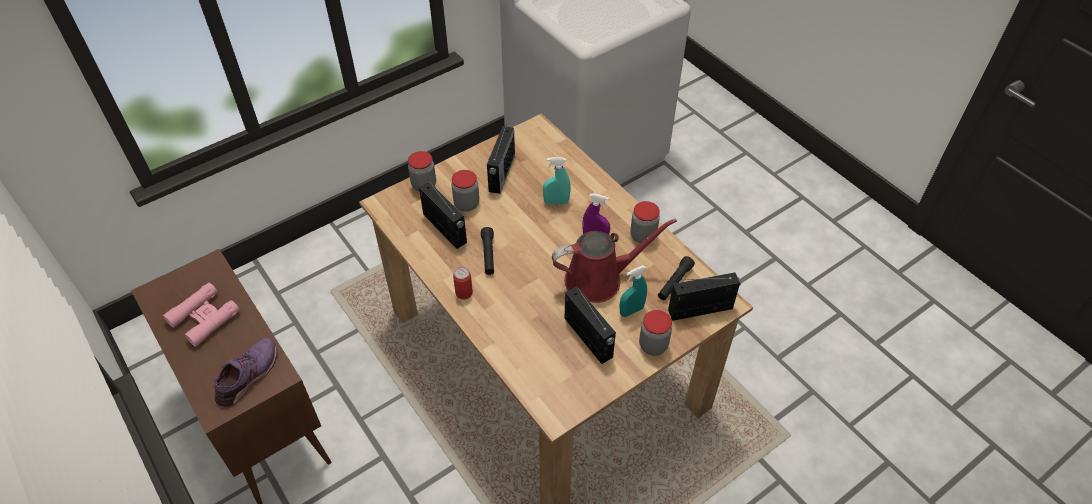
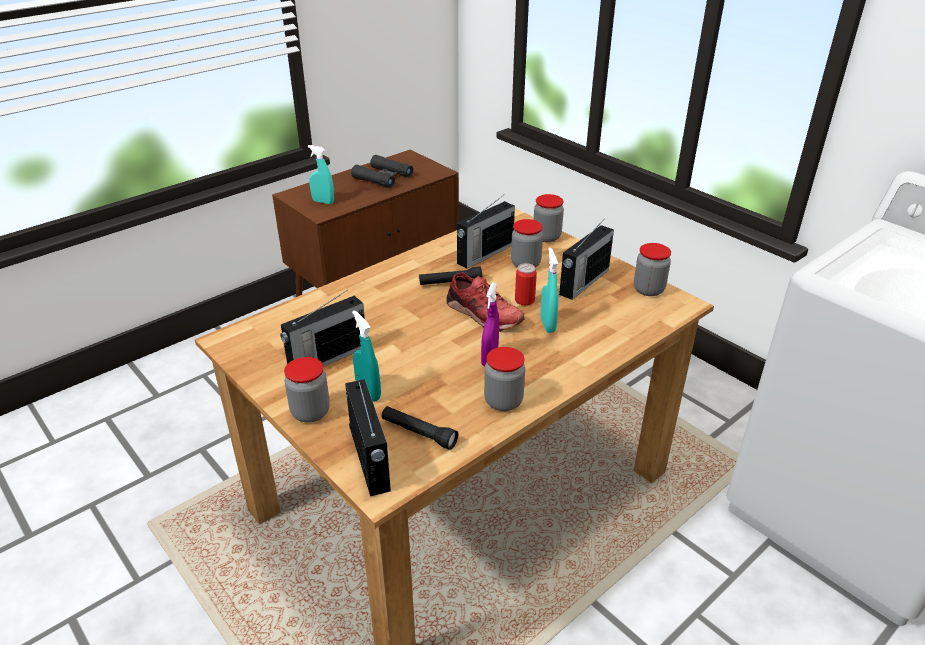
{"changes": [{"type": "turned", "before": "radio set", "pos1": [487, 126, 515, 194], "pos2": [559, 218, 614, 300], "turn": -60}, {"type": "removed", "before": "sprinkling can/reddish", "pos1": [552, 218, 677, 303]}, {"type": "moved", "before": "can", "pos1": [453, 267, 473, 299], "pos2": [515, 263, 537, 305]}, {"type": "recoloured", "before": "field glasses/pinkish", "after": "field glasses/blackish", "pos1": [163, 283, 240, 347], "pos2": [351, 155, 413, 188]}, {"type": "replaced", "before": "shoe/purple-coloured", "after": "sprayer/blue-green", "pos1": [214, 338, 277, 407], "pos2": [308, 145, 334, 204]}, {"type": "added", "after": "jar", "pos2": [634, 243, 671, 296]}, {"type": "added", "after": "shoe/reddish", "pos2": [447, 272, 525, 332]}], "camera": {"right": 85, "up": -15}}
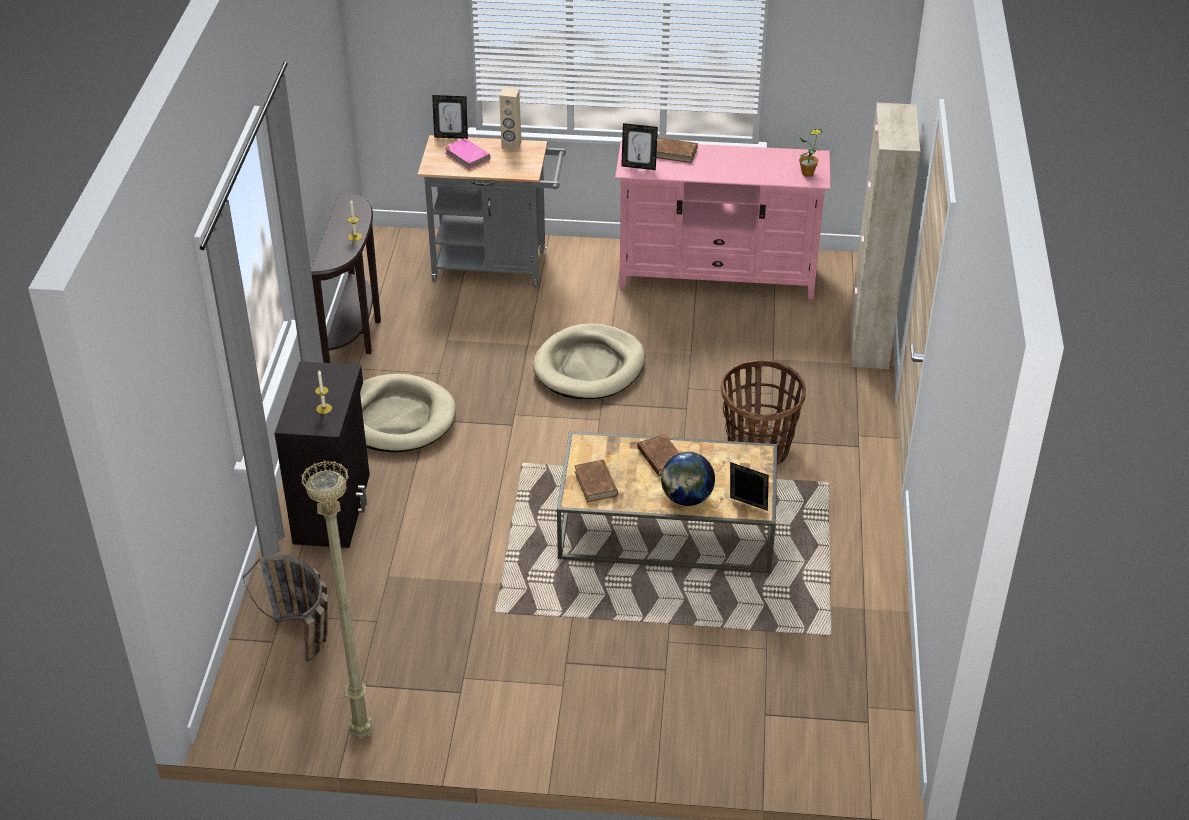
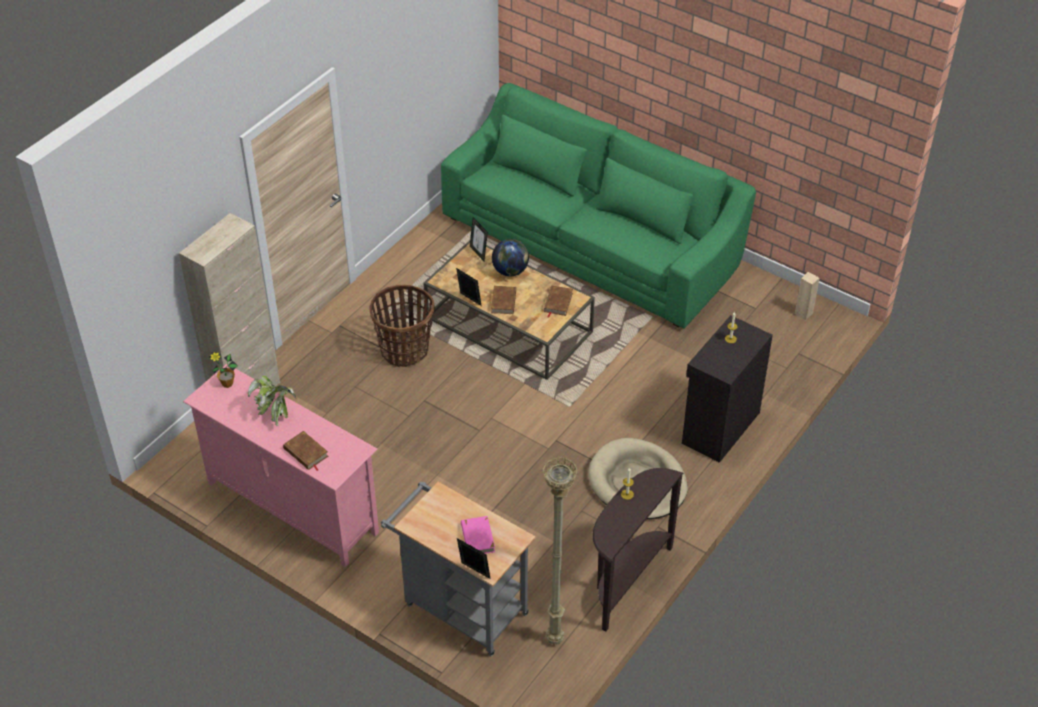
{"changes": [{"type": "moved", "before": "speaker/beige", "pos1": [499, 87, 521, 150], "pos2": [795, 272, 820, 320]}, {"type": "moved", "before": "standing frame", "pos1": [621, 123, 658, 170], "pos2": [456, 268, 482, 306]}, {"type": "removed", "before": "pet bed/beige", "pos1": [533, 323, 645, 399]}, {"type": "moved", "before": "floor lamp/beige", "pos1": [301, 460, 373, 739], "pos2": [543, 457, 578, 644]}, {"type": "removed", "before": "storage basket", "pos1": [243, 554, 328, 662]}, {"type": "added", "after": "settee/green-coloured", "pos2": [441, 83, 756, 329]}, {"type": "added", "after": "houseplant", "pos2": [248, 375, 296, 426]}], "camera": {"right": -150, "up": 5}}
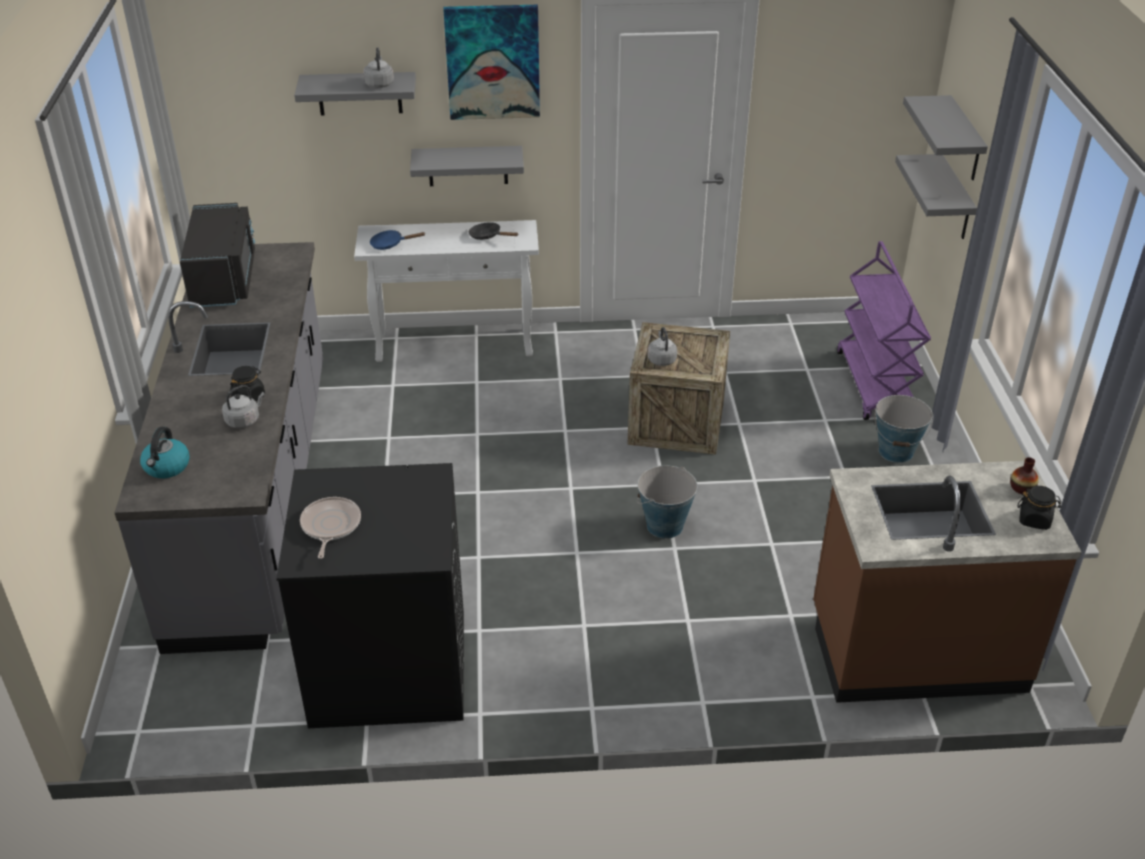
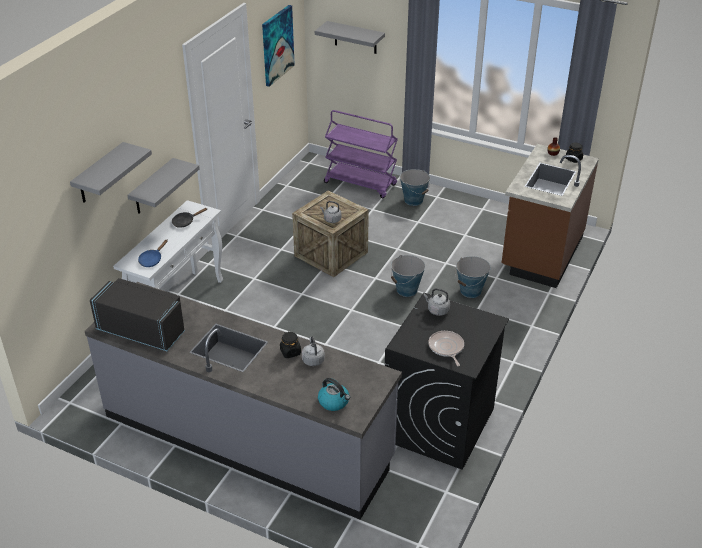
{"changes": [{"type": "moved", "before": "wall picture", "pos1": [443, 5, 540, 120], "pos2": [262, 5, 295, 87]}, {"type": "moved", "before": "kettle/greyish", "pos1": [363, 48, 394, 88], "pos2": [424, 288, 450, 316]}, {"type": "removed", "before": "bracket shelf/greyish", "pos1": [895, 154, 977, 239]}, {"type": "turned", "before": "skillet", "pos1": [300, 497, 361, 559], "pos2": [428, 331, 464, 366], "turn": 45}, {"type": "added", "after": "pail", "pos2": [455, 256, 491, 298]}], "camera": {"right": -60, "up": 0}}
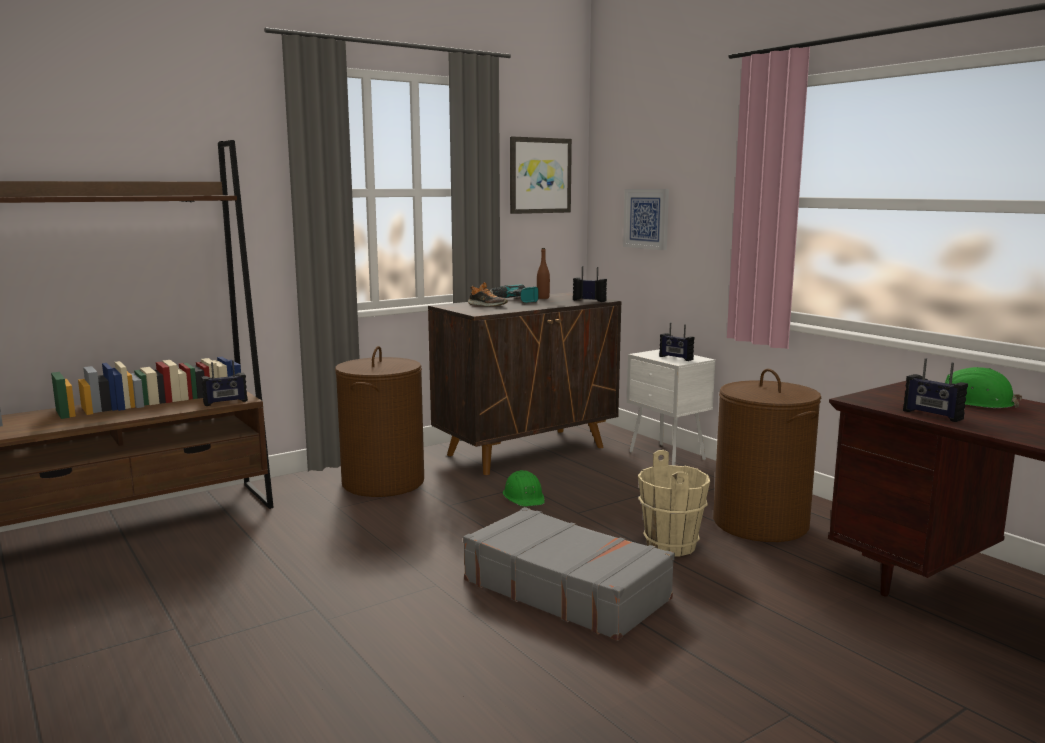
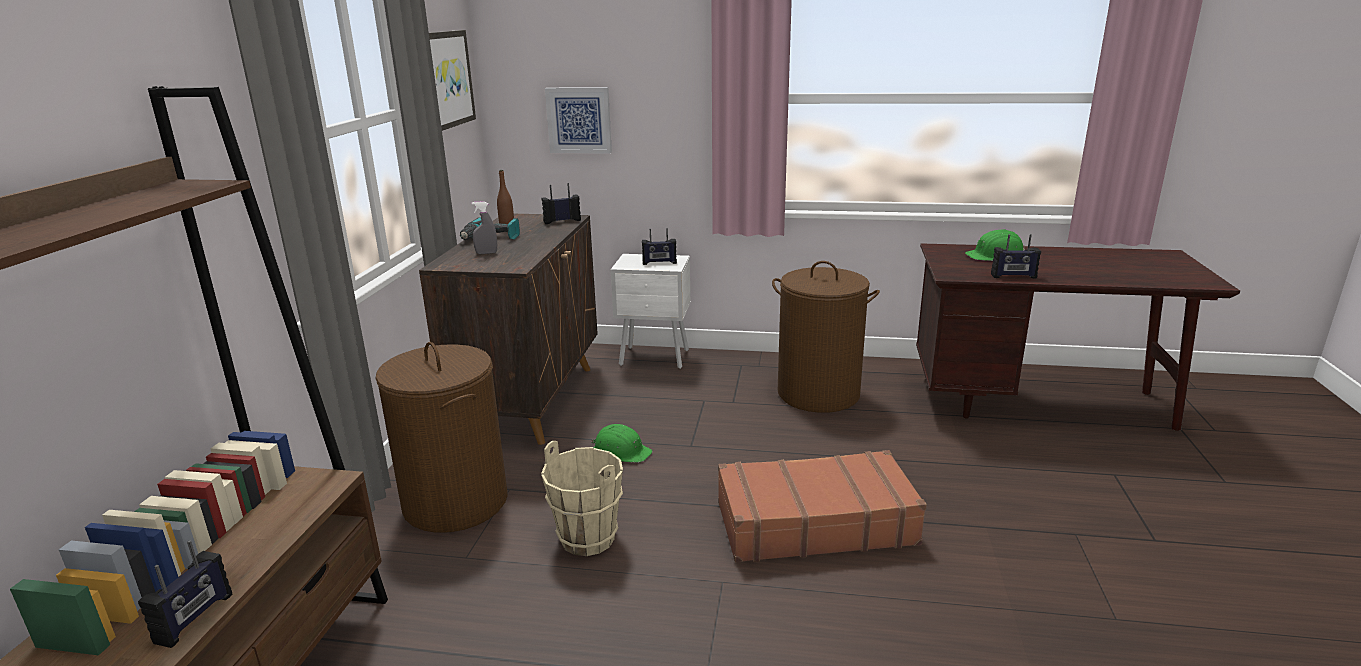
{"changes": [{"type": "replaced", "before": "shoe", "after": "sprayer/greyish", "pos1": [468, 282, 508, 306], "pos2": [472, 201, 497, 254]}, {"type": "moved", "before": "radio set", "pos1": [201, 360, 248, 406], "pos2": [138, 540, 232, 648]}, {"type": "moved", "before": "pail/beige", "pos1": [638, 450, 710, 557], "pos2": [541, 441, 623, 556]}, {"type": "recoloured", "before": "suitcase/greyish", "after": "suitcase/brown", "pos1": [463, 507, 675, 641], "pos2": [718, 450, 927, 563]}], "camera": {"right": -45, "up": 10}}
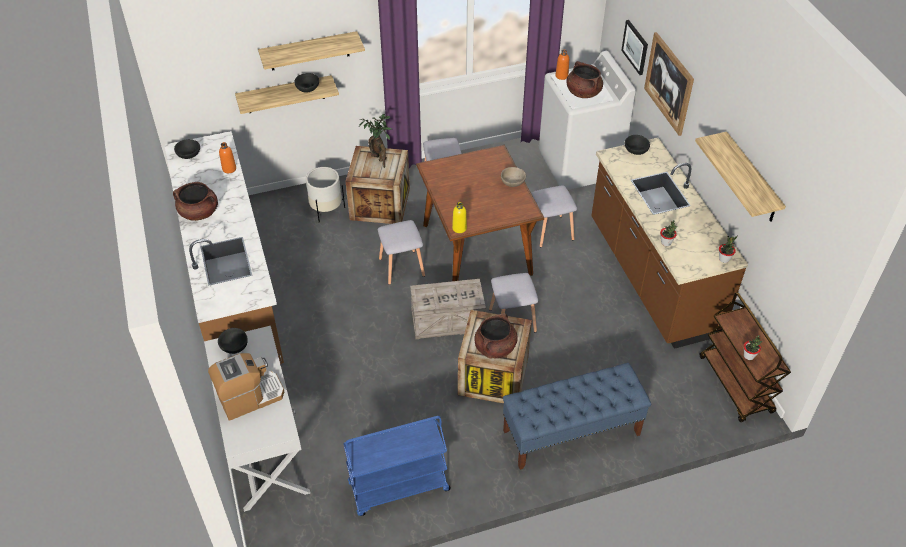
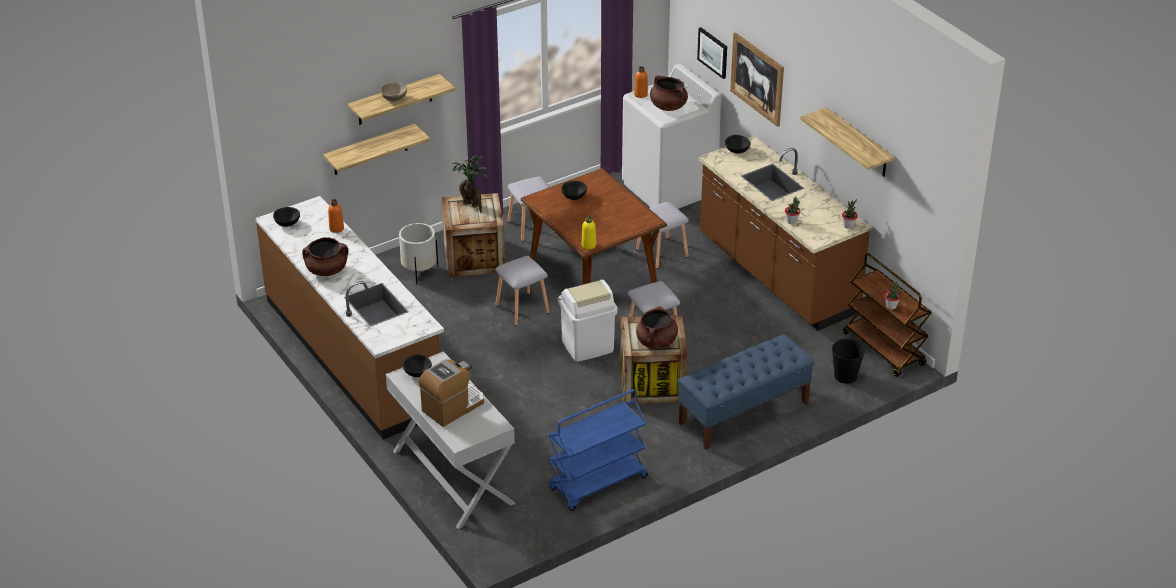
{"changes": [{"type": "moved", "before": "serving bowl/blackish", "pos1": [295, 73, 319, 93], "pos2": [561, 181, 587, 200]}, {"type": "moved", "before": "serving bowl/beige", "pos1": [501, 167, 526, 187], "pos2": [381, 82, 407, 101]}, {"type": "replaced", "before": "crate", "after": "rubbish bin/whitish", "pos1": [410, 279, 486, 339], "pos2": [558, 280, 618, 362]}, {"type": "added", "after": "pail/blackish", "pos2": [832, 338, 865, 384]}], "camera": {"right": -15, "up": -10}}
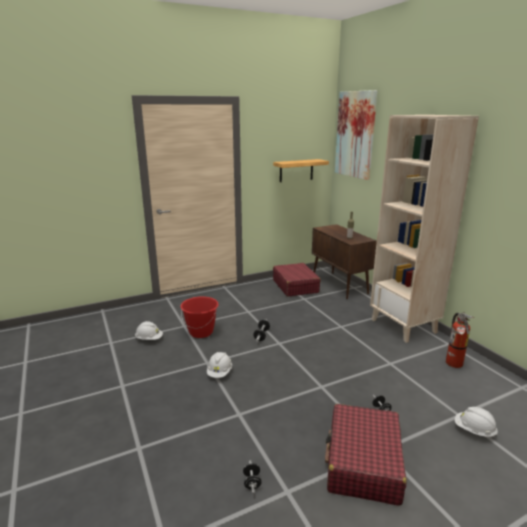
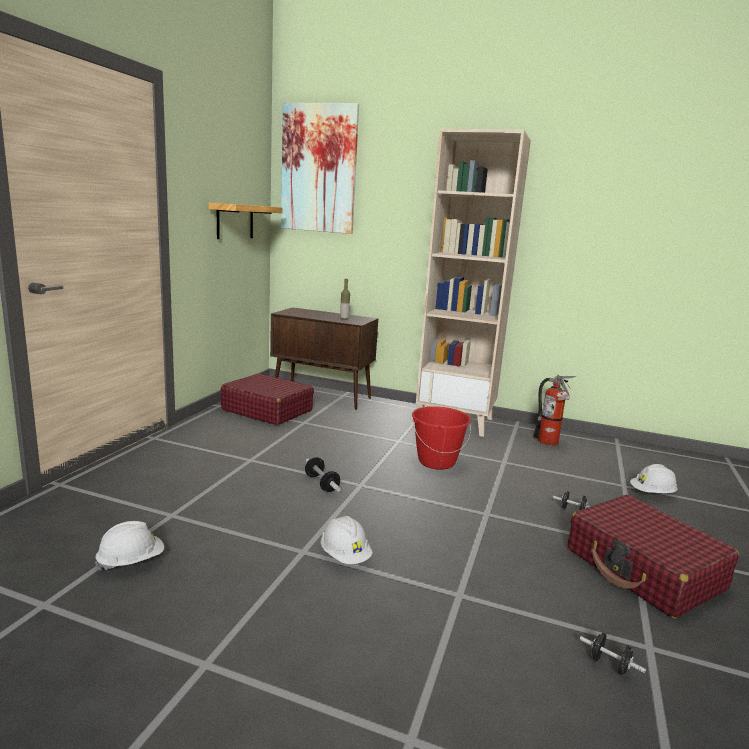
{"changes": [{"type": "moved", "before": "pail/reddish", "pos1": [180, 297, 218, 338], "pos2": [412, 406, 471, 470]}], "camera": {"right": -45, "up": -5}}
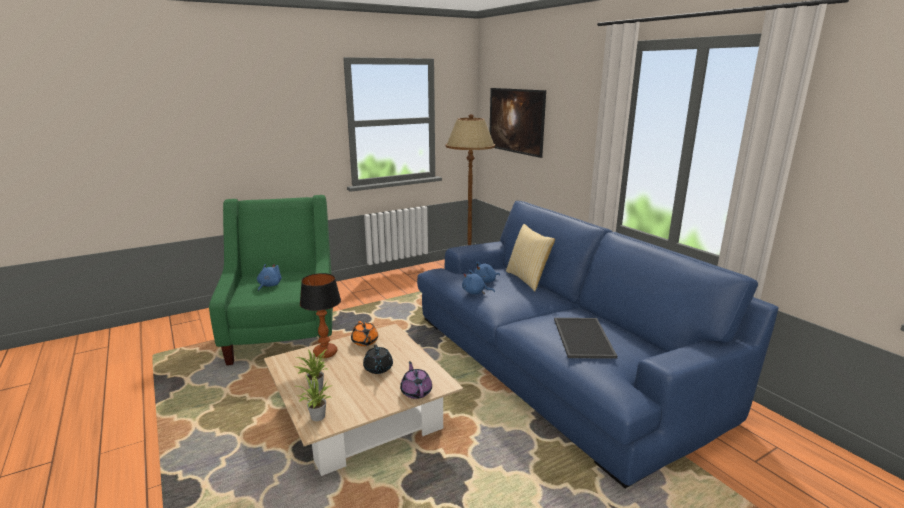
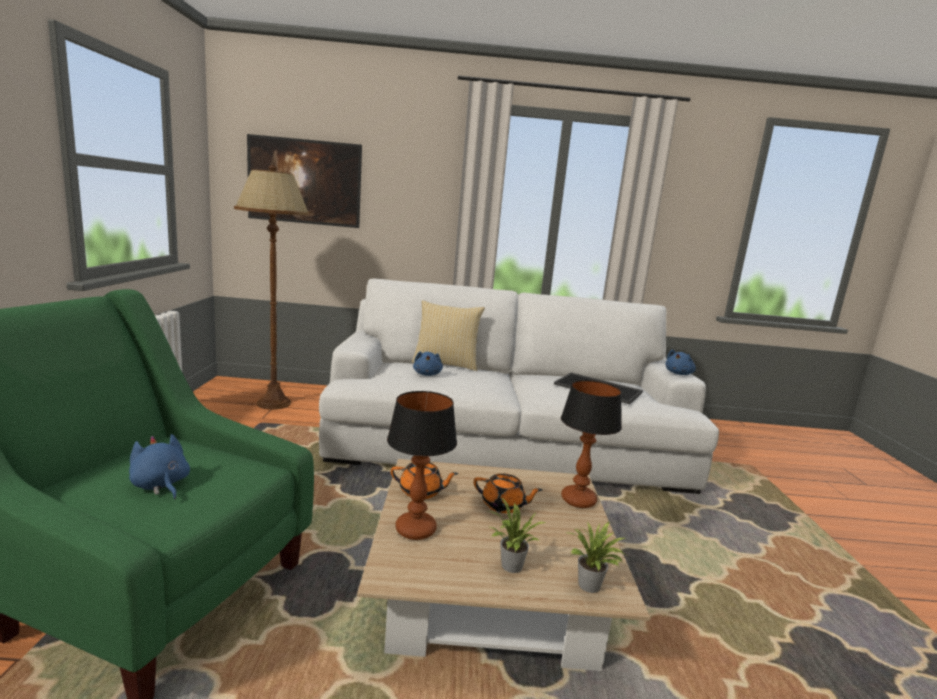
{"changes": [{"type": "recoloured", "before": "settee/bluish", "after": "settee/whitish", "pos1": [417, 201, 779, 488], "pos2": [319, 279, 719, 494]}, {"type": "moved", "before": "cuddly toy/bluish", "pos1": [462, 270, 495, 294], "pos2": [665, 349, 696, 375]}, {"type": "recoloured", "before": "teapot/blackish", "after": "teapot/orangey", "pos1": [363, 345, 393, 374], "pos2": [474, 473, 542, 513]}, {"type": "replaced", "before": "teapot/purple-coloured", "after": "lamp for a table", "pos1": [400, 361, 432, 399], "pos2": [561, 380, 622, 508]}], "camera": {"right": -60, "up": -5}}
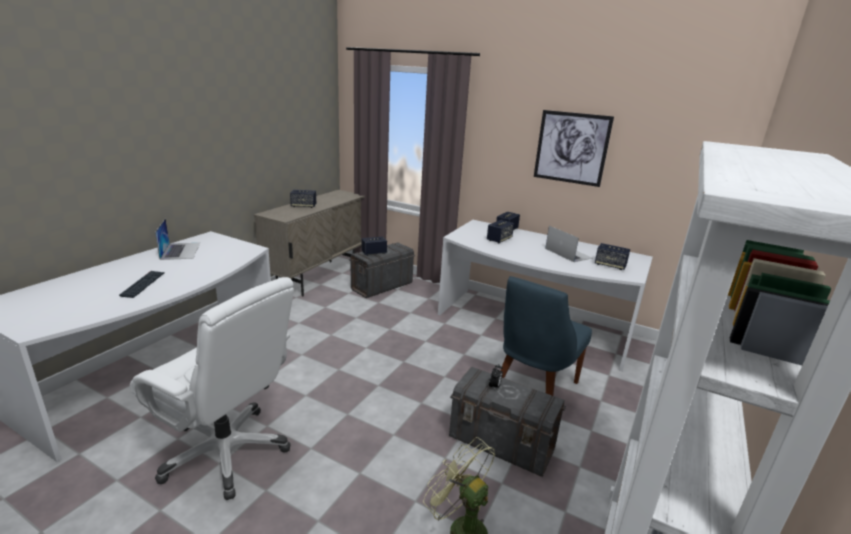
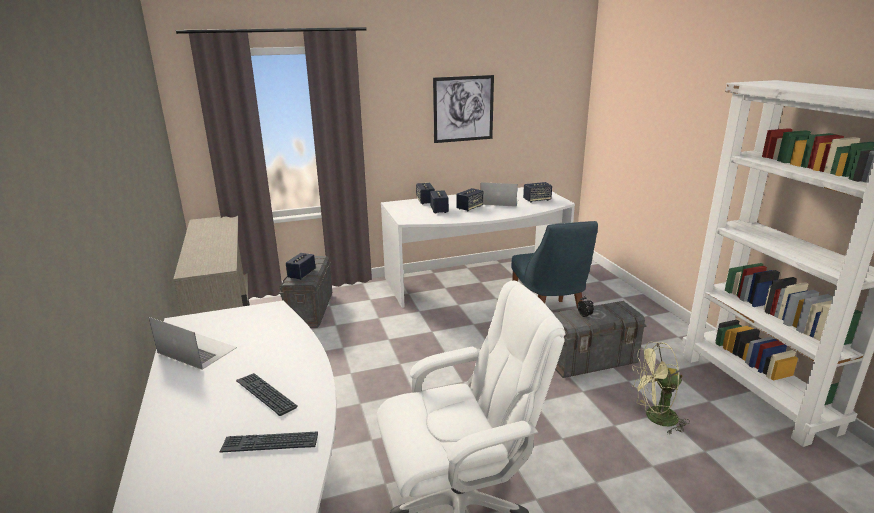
{"changes": [{"type": "moved", "before": "speaker", "pos1": [290, 190, 316, 208], "pos2": [456, 188, 483, 211]}, {"type": "added", "after": "PC keyboard", "pos2": [219, 431, 318, 453]}], "camera": {"right": -45, "up": 0}}
